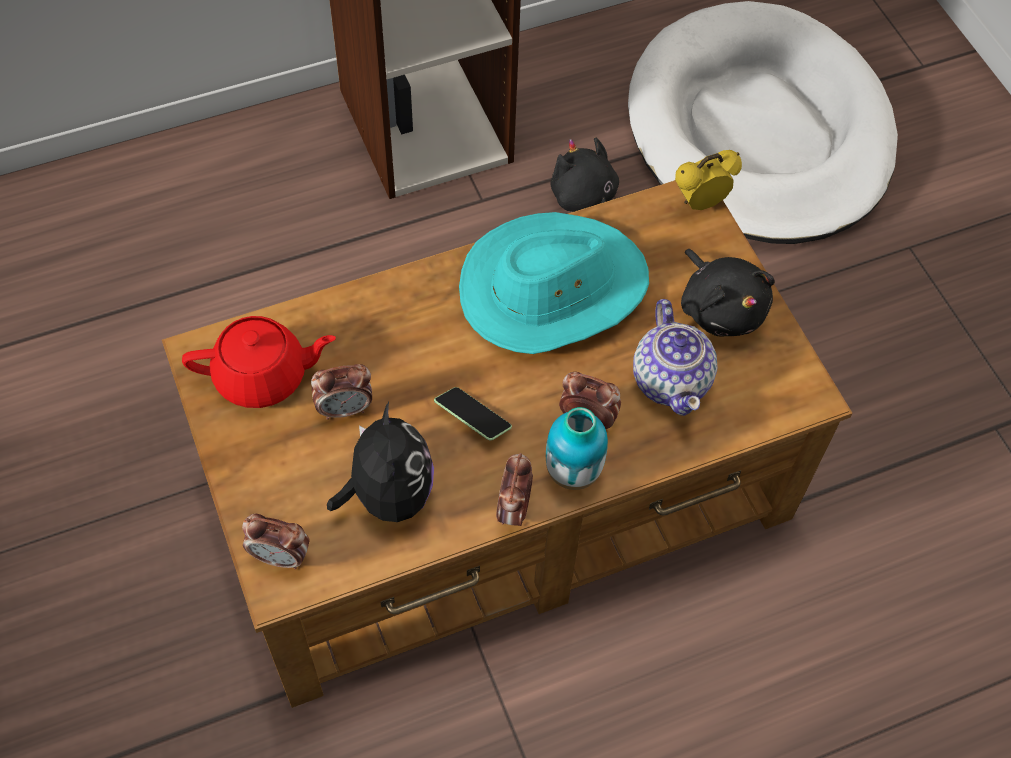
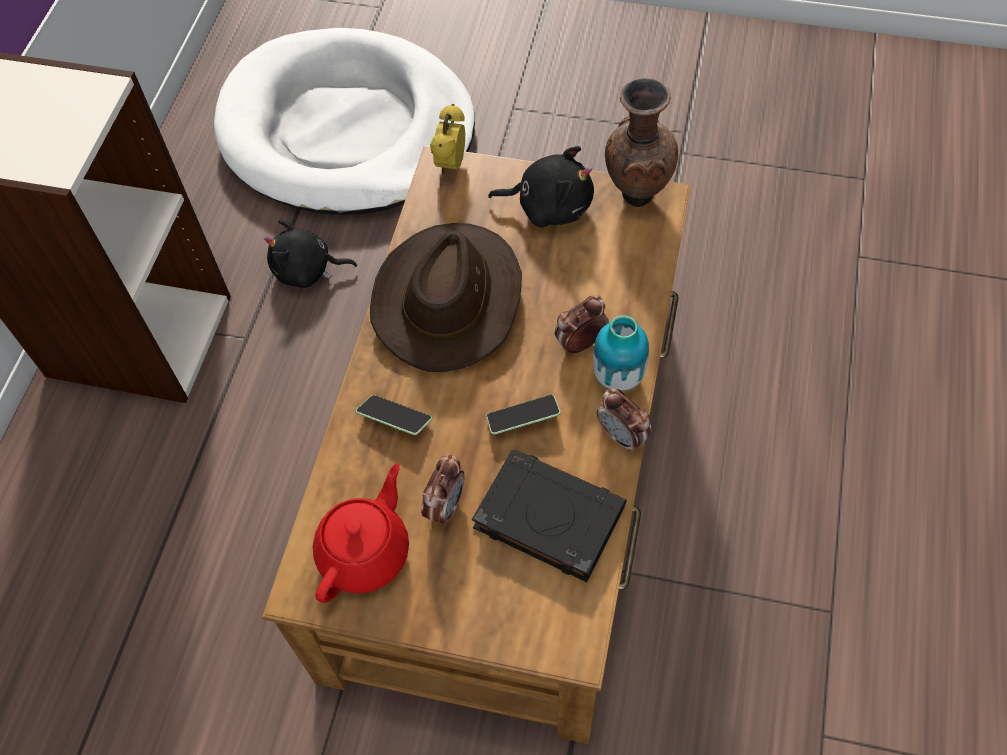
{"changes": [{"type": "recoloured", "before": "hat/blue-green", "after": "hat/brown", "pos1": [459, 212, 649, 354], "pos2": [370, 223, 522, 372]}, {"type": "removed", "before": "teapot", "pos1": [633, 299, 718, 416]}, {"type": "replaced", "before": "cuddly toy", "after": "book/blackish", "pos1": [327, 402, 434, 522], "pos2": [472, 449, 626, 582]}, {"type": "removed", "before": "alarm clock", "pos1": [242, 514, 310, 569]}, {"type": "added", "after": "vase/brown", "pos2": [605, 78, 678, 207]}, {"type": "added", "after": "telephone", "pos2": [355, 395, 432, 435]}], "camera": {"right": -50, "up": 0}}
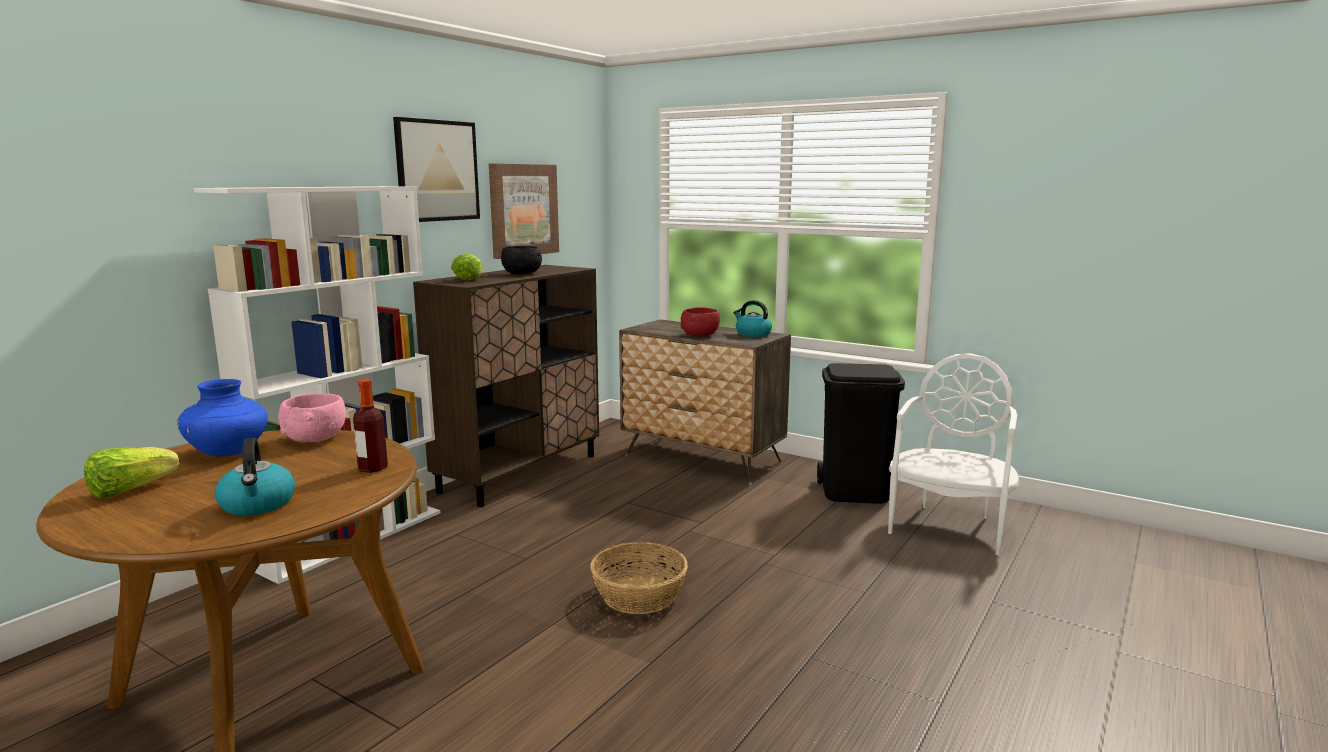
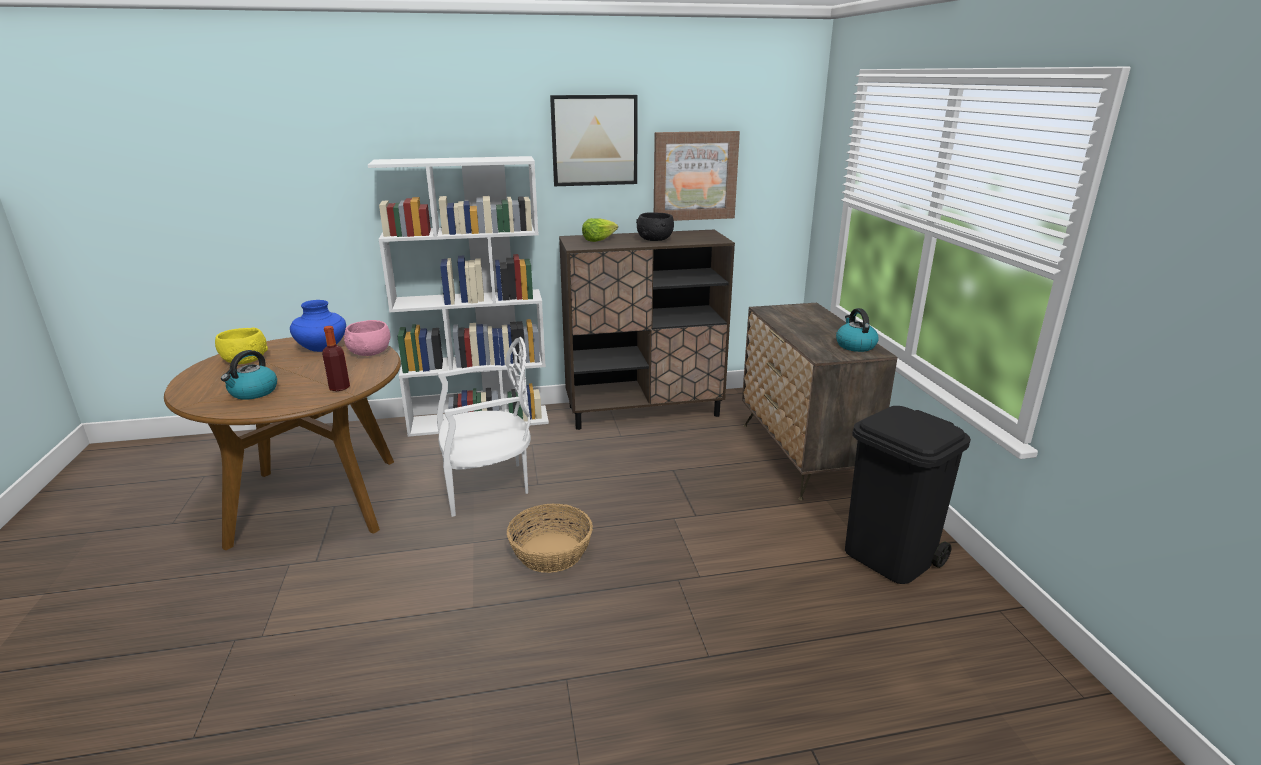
{"changes": [{"type": "removed", "before": "serving bowl/reddish", "pos1": [680, 307, 720, 337]}, {"type": "moved", "before": "plain chair/whitish", "pos1": [888, 353, 1019, 555], "pos2": [437, 337, 531, 517]}, {"type": "replaced", "before": "lettuce head", "after": "serving bowl/yellow-coloured", "pos1": [84, 447, 180, 498], "pos2": [215, 328, 268, 364]}], "camera": {"right": 45, "up": 10}}
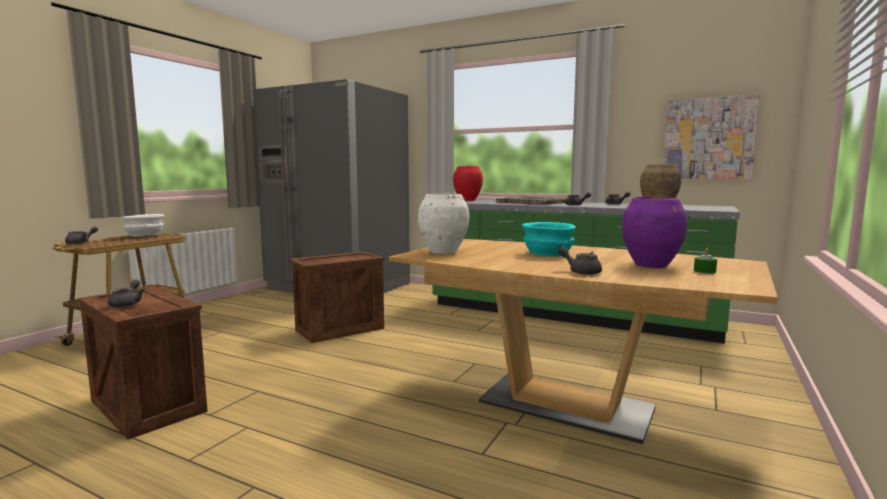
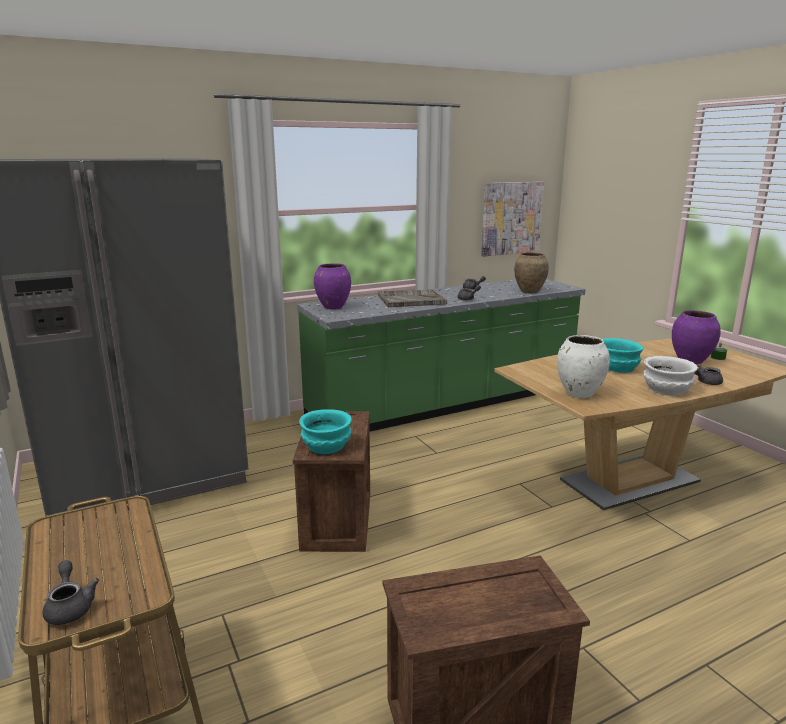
{"changes": [{"type": "recoloured", "before": "vase/reddish", "after": "vase/purple-coloured", "pos1": [453, 166, 483, 201], "pos2": [314, 263, 351, 309]}, {"type": "moved", "before": "serving bowl/whitish", "pos1": [122, 214, 164, 237], "pos2": [643, 356, 698, 396]}, {"type": "removed", "before": "teapot/greyish", "pos1": [108, 279, 145, 307]}, {"type": "added", "after": "serving bowl/blue-green", "pos2": [299, 409, 352, 454]}], "camera": {"right": -55, "up": 10}}
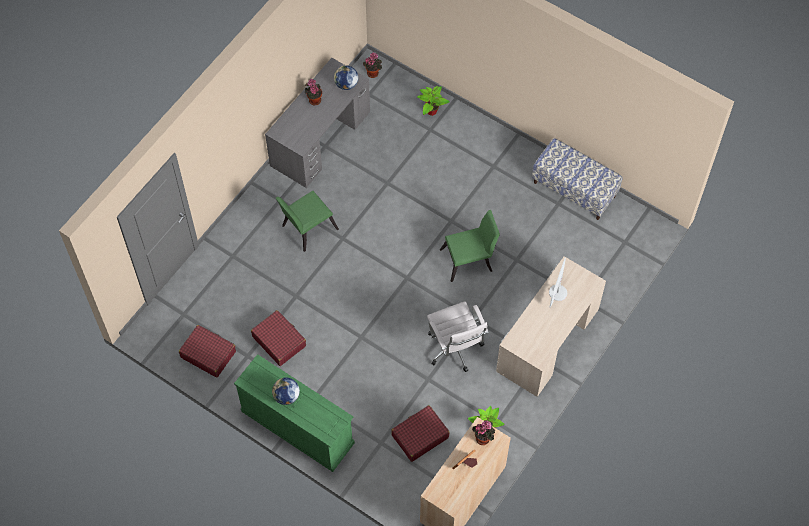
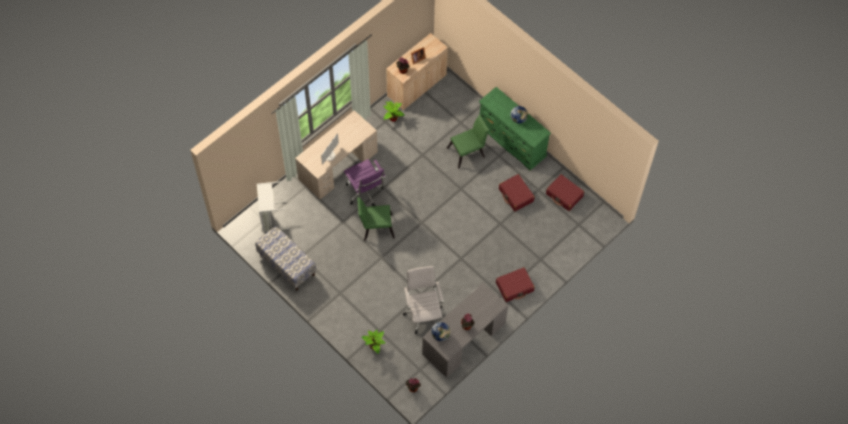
{"changes": [{"type": "moved", "before": "plain chair/green-coloured", "pos1": [276, 190, 339, 252], "pos2": [447, 115, 489, 169]}, {"type": "moved", "before": "office chair/whitish", "pos1": [427, 302, 488, 372], "pos2": [403, 266, 443, 334]}, {"type": "moved", "before": "suitcase/reddish", "pos1": [391, 405, 450, 462], "pos2": [496, 267, 535, 302]}, {"type": "added", "after": "office chair/purple-coloured", "pos2": [344, 159, 385, 206]}, {"type": "added", "after": "washing basket/greyish", "pos2": [257, 181, 289, 232]}], "camera": {"right": -170, "up": 0}}
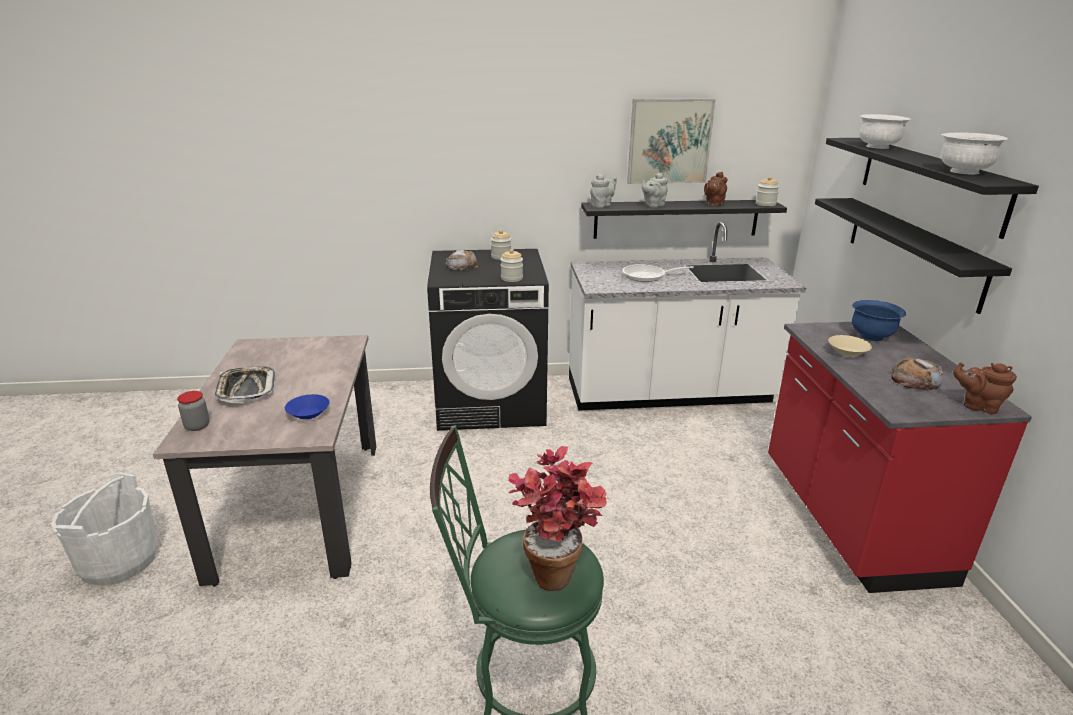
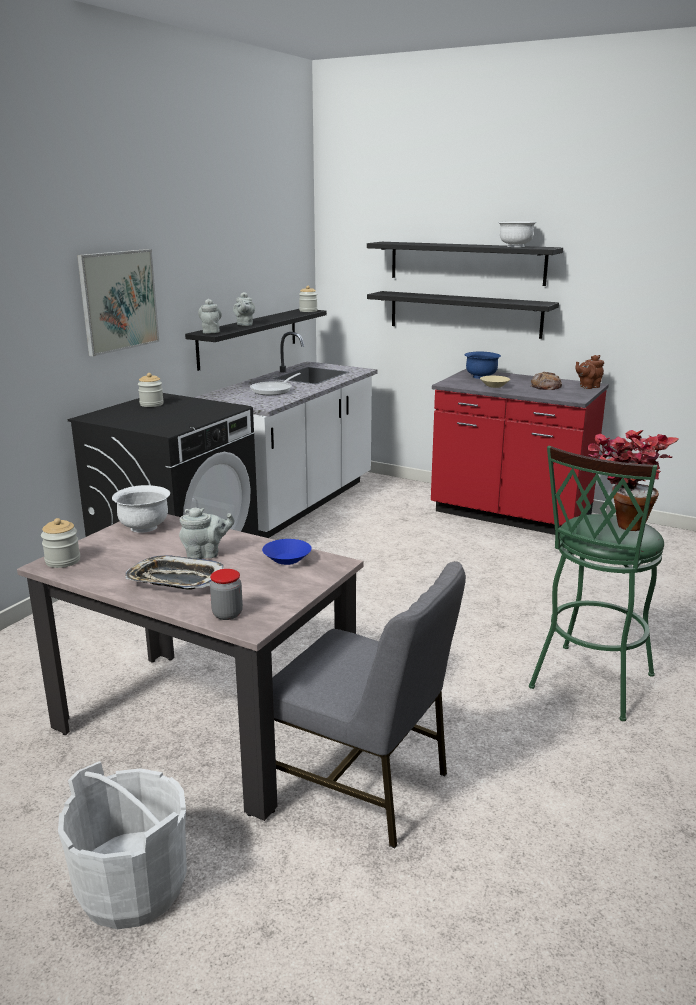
{"changes": [{"type": "moved", "before": "wall picture", "pos1": [627, 99, 716, 184], "pos2": [77, 249, 159, 356]}, {"type": "moved", "before": "serving bowl/whitish", "pos1": [859, 114, 911, 149], "pos2": [112, 485, 170, 533]}, {"type": "removed", "before": "teapot/brown", "pos1": [704, 172, 728, 206]}, {"type": "removed", "before": "bakery bread", "pos1": [446, 249, 478, 271]}, {"type": "moved", "before": "jar", "pos1": [500, 249, 523, 282], "pos2": [41, 518, 80, 568]}, {"type": "added", "after": "teapot/greyish", "pos2": [179, 507, 235, 559]}, {"type": "added", "after": "plain chair/greyish", "pos2": [272, 561, 466, 848]}], "camera": {"right": -55, "up": -5}}
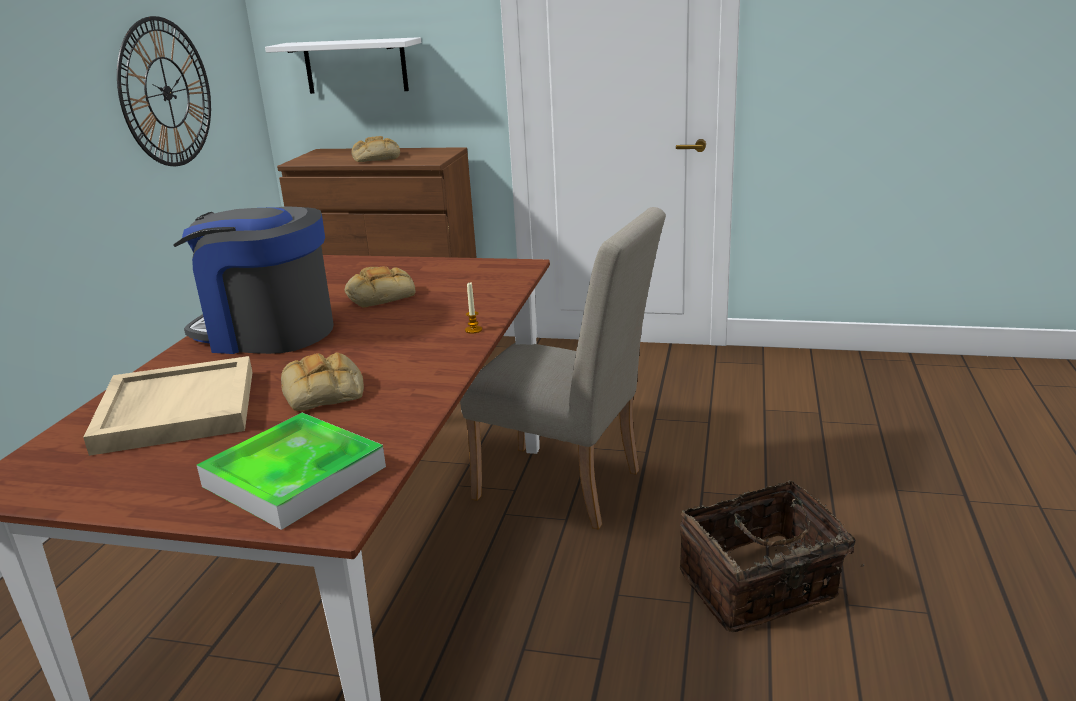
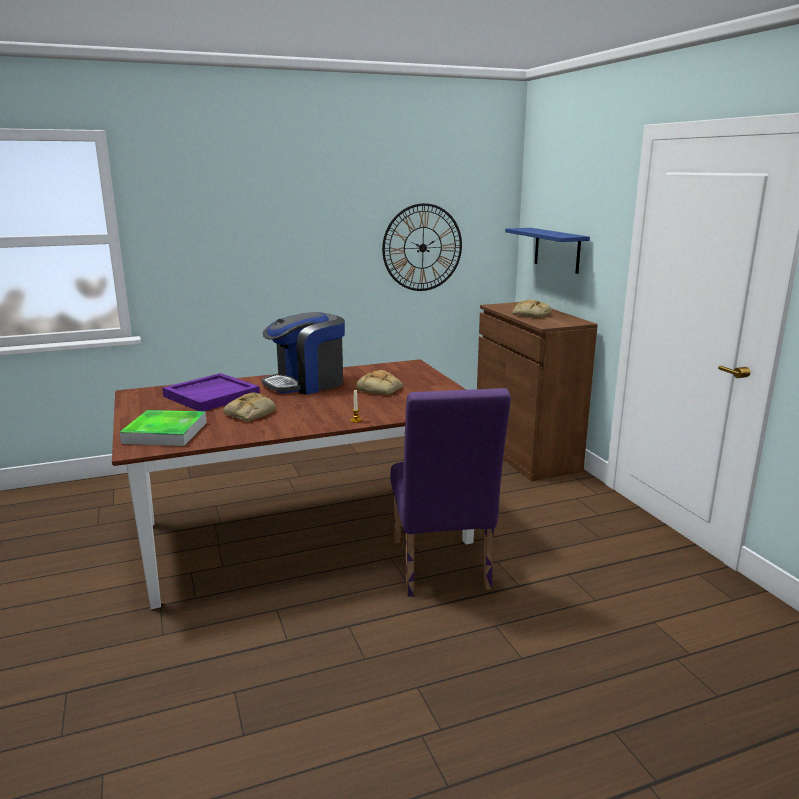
{"changes": [{"type": "recoloured", "before": "bracket shelf/whitish", "after": "bracket shelf/bluish", "pos1": [265, 37, 421, 94], "pos2": [505, 228, 590, 274]}, {"type": "turned", "before": "coffee maker", "pos1": [173, 206, 334, 354], "pos2": [262, 312, 345, 395], "turn": -105}, {"type": "recoloured", "before": "plain chair/beige", "after": "plain chair/purple-coloured", "pos1": [460, 207, 666, 530], "pos2": [390, 388, 511, 597]}, {"type": "recoloured", "before": "carrying tray/beige", "after": "carrying tray/purple-coloured", "pos1": [83, 356, 253, 456], "pos2": [162, 373, 260, 411]}, {"type": "removed", "before": "storage basket", "pos1": [680, 480, 864, 632]}], "camera": {"right": 55, "up": -5}}
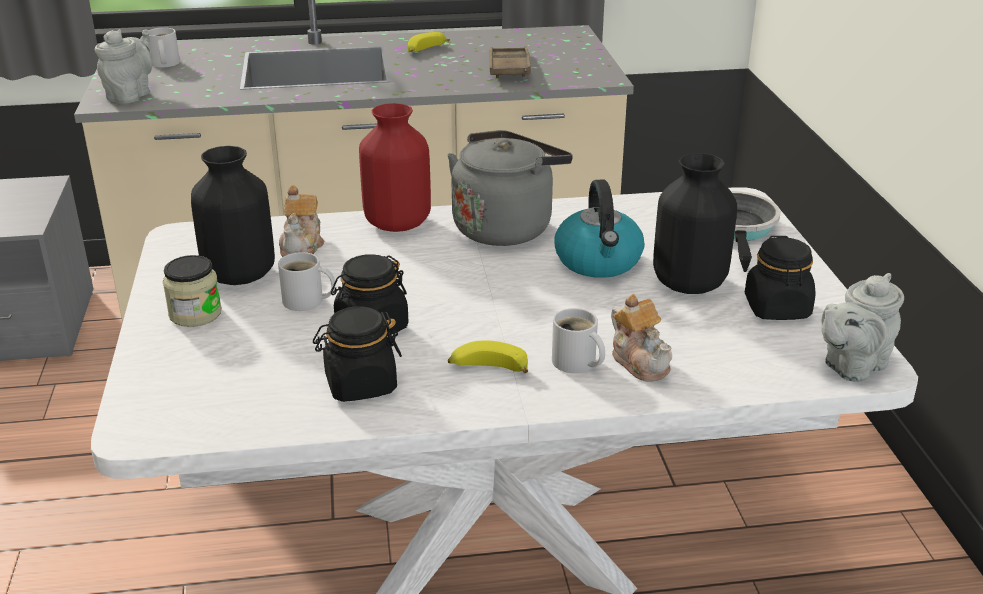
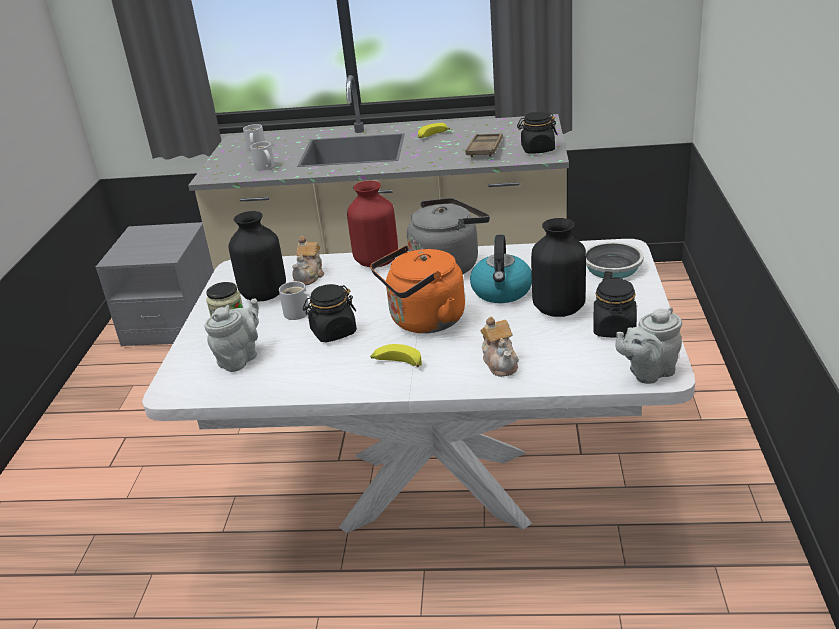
{"changes": [{"type": "moved", "before": "teapot/greyish", "pos1": [95, 29, 152, 104], "pos2": [204, 298, 259, 372]}, {"type": "moved", "before": "jar/blackish", "pos1": [313, 306, 402, 402], "pos2": [517, 112, 557, 154]}, {"type": "moved", "before": "coffee mug/whitish", "pos1": [552, 308, 605, 373], "pos2": [250, 142, 275, 170]}, {"type": "added", "after": "kettle/orangey", "pos2": [370, 245, 465, 333]}], "camera": {"right": 15, "up": 0}}
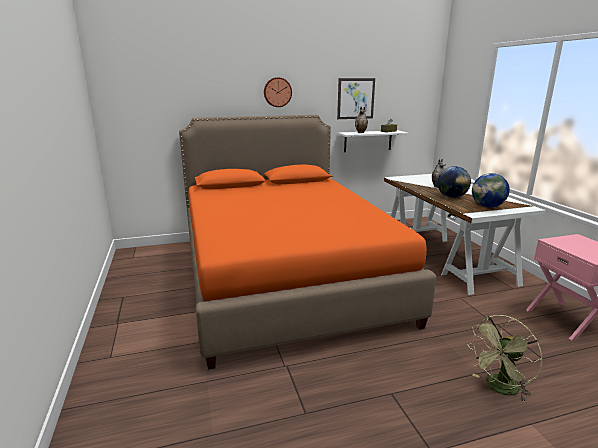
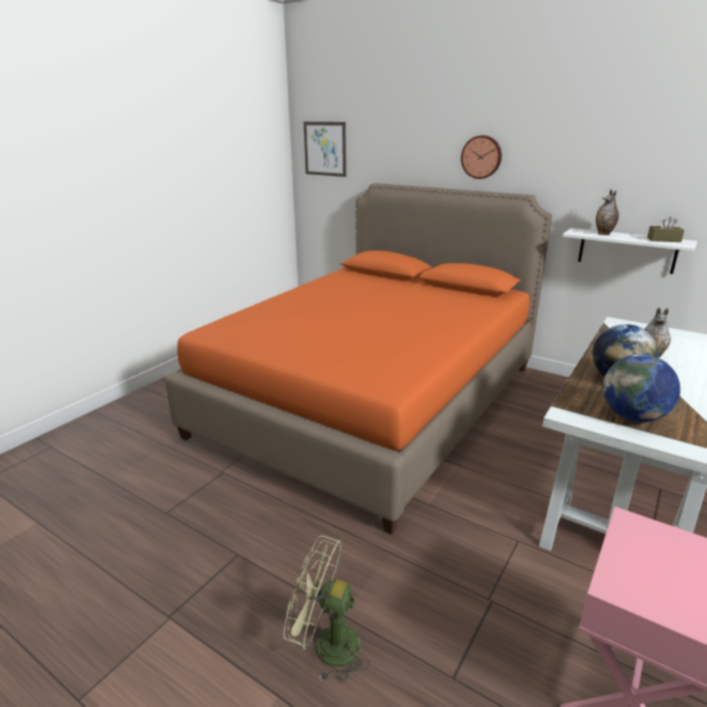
{"changes": [{"type": "moved", "before": "wall picture", "pos1": [337, 78, 375, 119], "pos2": [304, 122, 346, 177]}], "camera": {"right": 50, "up": 5}}
